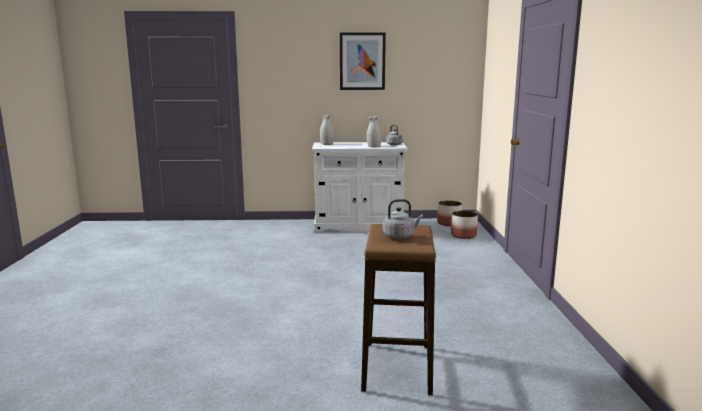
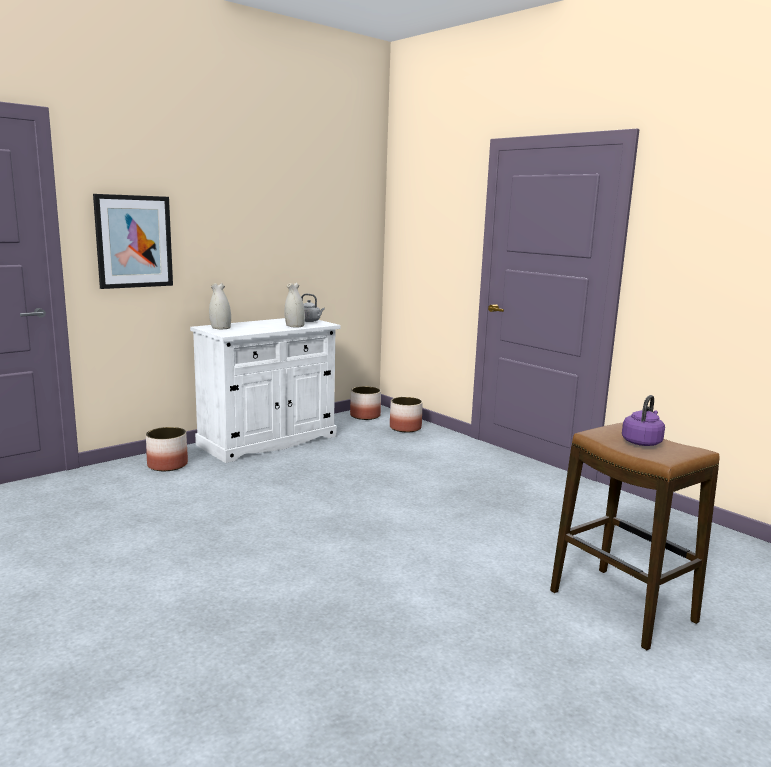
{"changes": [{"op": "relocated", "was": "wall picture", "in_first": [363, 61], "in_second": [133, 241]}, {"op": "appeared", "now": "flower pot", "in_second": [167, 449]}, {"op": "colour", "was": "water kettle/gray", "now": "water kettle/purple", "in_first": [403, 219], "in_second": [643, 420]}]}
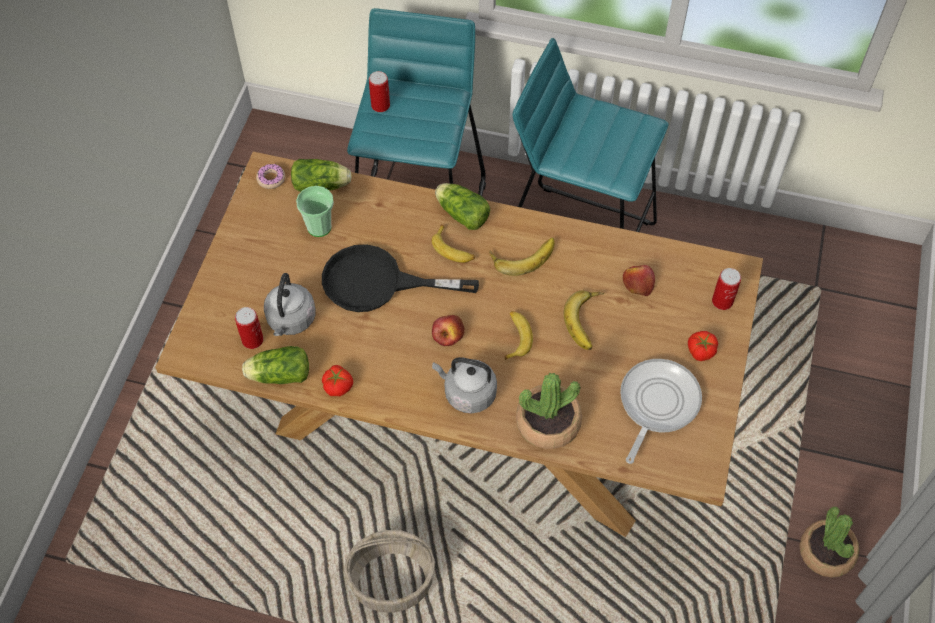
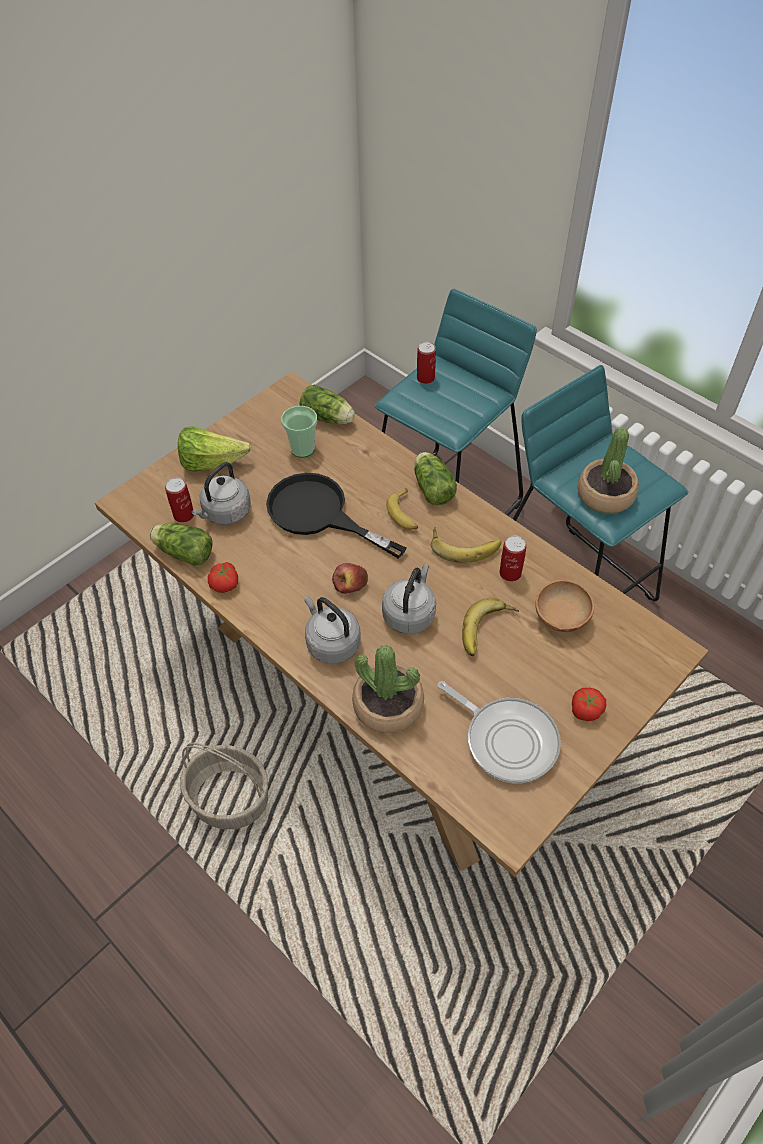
{"changes": [{"op": "appeared", "now": "lettuce", "in_second": [214, 449]}, {"op": "exchanged", "was": "banana", "now": "water kettle/gray", "in_first": [519, 335], "in_second": [409, 599]}, {"op": "spun", "was": "pan", "in_first": [661, 411], "in_second": [499, 732], "clockwise": 75}, {"op": "relocated", "was": "can", "in_first": [726, 289], "in_second": [513, 558]}, {"op": "exchanged", "was": "apple", "now": "deep dish/brownish", "in_first": [639, 280], "in_second": [564, 606]}, {"op": "relocated", "was": "plant in a pot", "in_first": [829, 542], "in_second": [608, 470]}, {"op": "missing", "was": "doughnut", "in_first": [270, 176]}]}
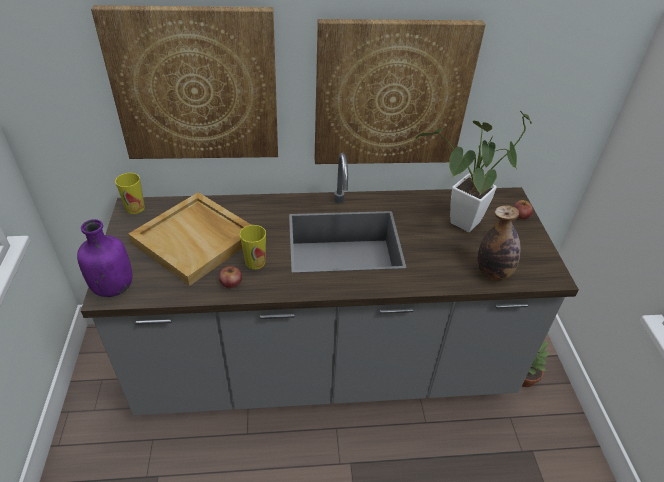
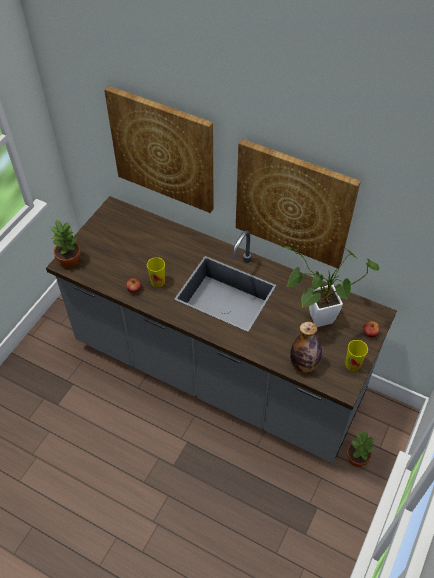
{"changes": [{"op": "exchanged", "was": "bottle/purple", "now": "plant in a pot", "in_first": [104, 258], "in_second": [65, 243]}, {"op": "relocated", "was": "cup", "in_first": [130, 193], "in_second": [356, 355]}, {"op": "missing", "was": "carrying tray/sand-coloured", "in_first": [189, 239]}]}
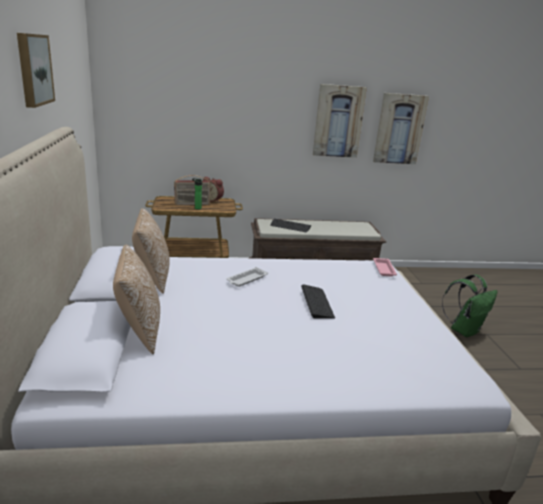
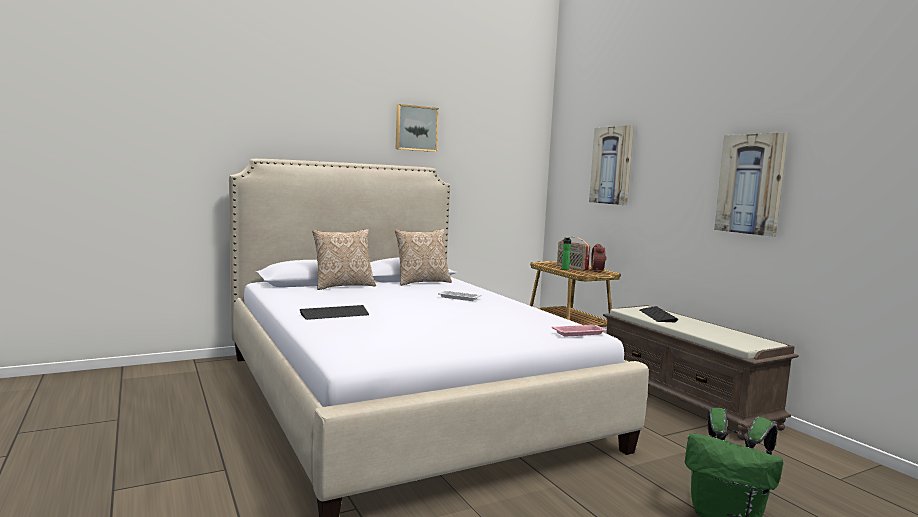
{"changes": [{"op": "relocated", "was": "computer keyboard", "in_first": [318, 301], "in_second": [334, 312]}, {"op": "relocated", "was": "wall picture", "in_first": [401, 128], "in_second": [611, 165]}]}
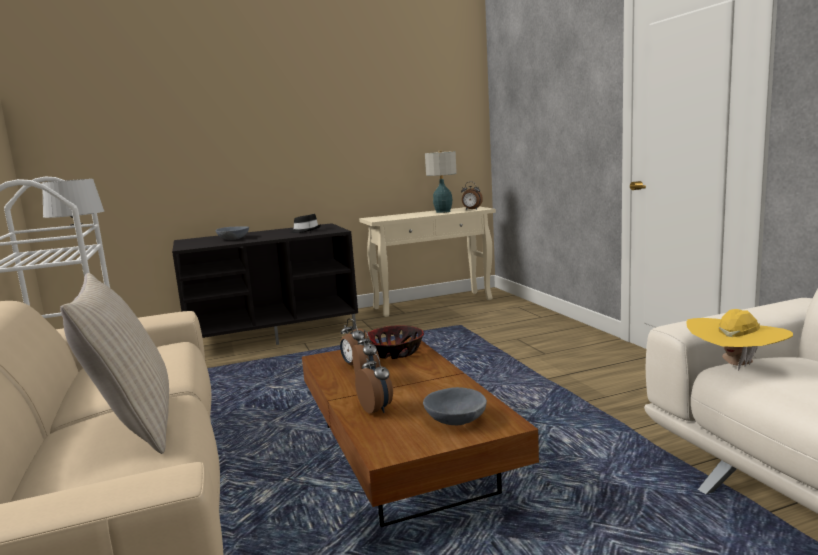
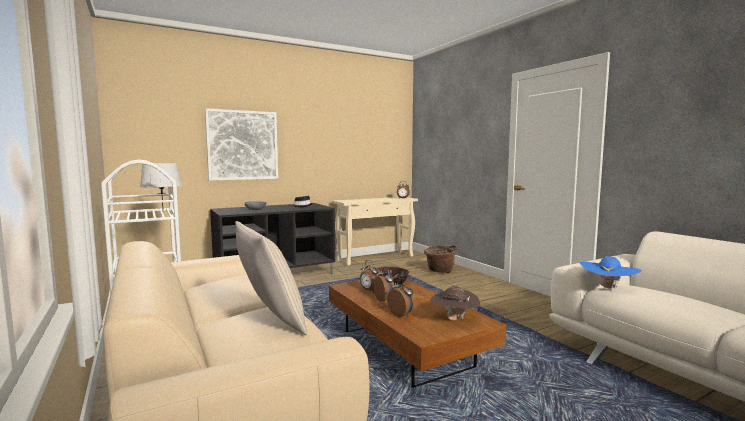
{"changes": [{"op": "appeared", "now": "wall picture", "in_second": [241, 144]}, {"op": "appeared", "now": "storage basket", "in_second": [440, 259]}, {"op": "exchanged", "was": "deep dish/gray", "now": "clothing hat/brownish", "in_first": [455, 406], "in_second": [455, 303]}, {"op": "colour", "was": "clothing hat/yellowish", "now": "clothing hat/blue-coloured", "in_first": [739, 340], "in_second": [611, 273]}, {"op": "missing", "was": "lamp for a table", "in_first": [441, 181]}]}
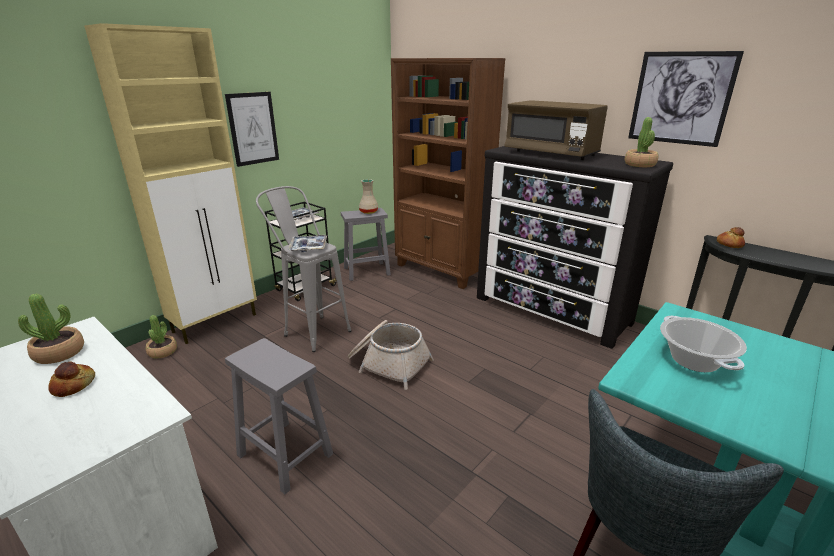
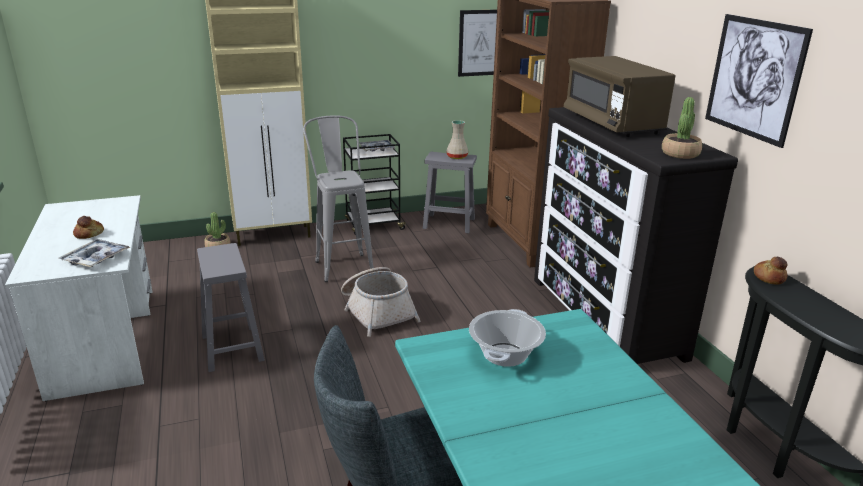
{"changes": [{"op": "relocated", "was": "carrying tray", "in_first": [307, 243], "in_second": [94, 253]}, {"op": "relocated", "was": "wall picture", "in_first": [252, 129], "in_second": [477, 43]}, {"op": "missing", "was": "plant in a pot", "in_first": [51, 329]}]}
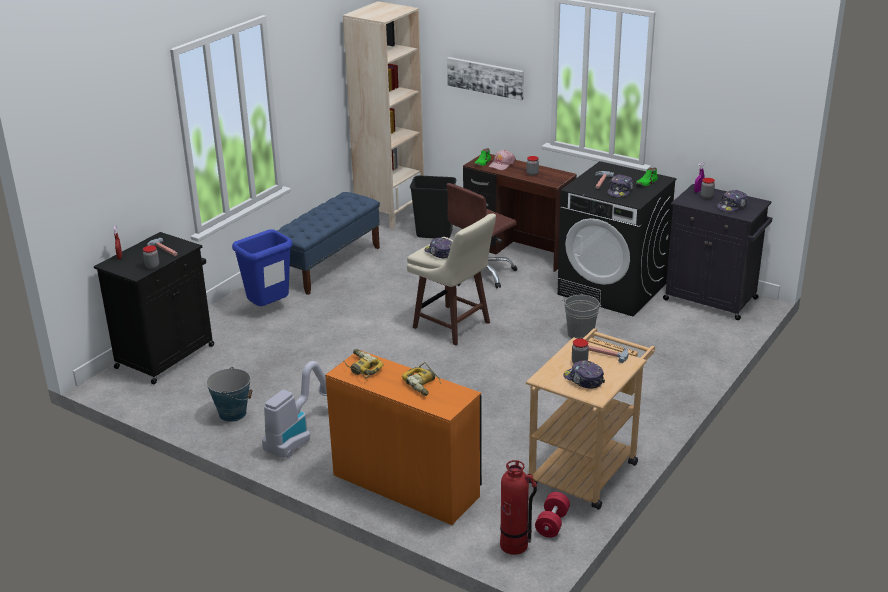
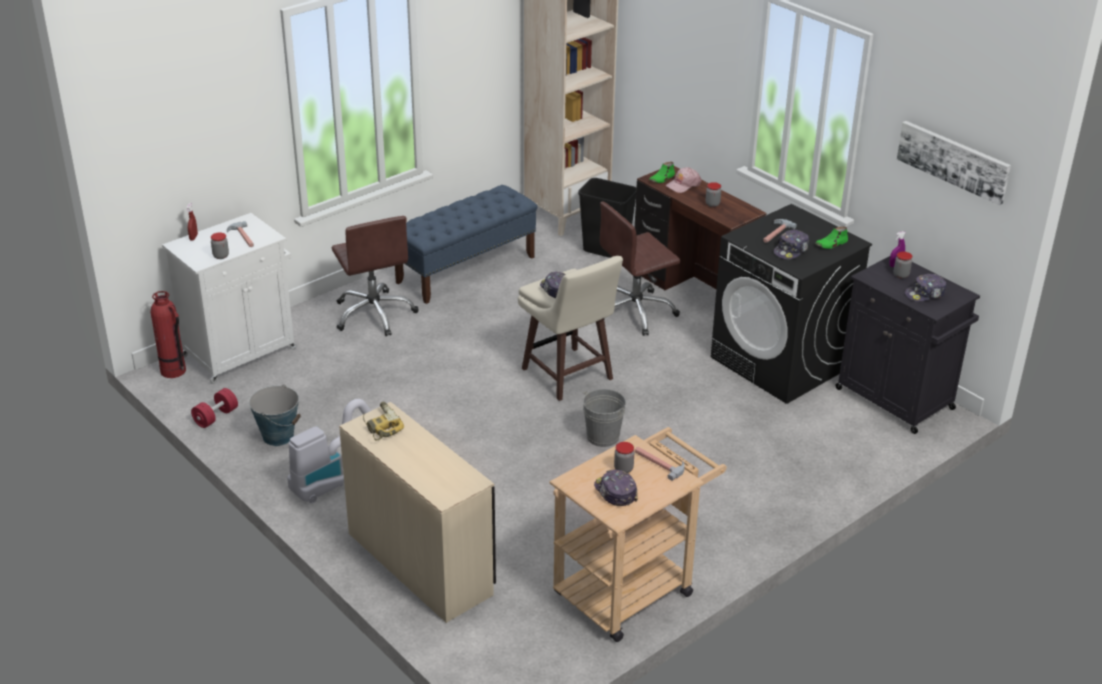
{"changes": [{"op": "relocated", "was": "fire extinguisher", "in_first": [518, 507], "in_second": [168, 334]}, {"op": "colour", "was": "cupboard/black-coloured", "now": "cupboard/white-coloured", "in_first": [154, 308], "in_second": [229, 298]}, {"op": "relocated", "was": "dumbbell/reddish", "in_first": [552, 515], "in_second": [214, 408]}, {"op": "exchanged", "was": "rubbish bin/blue-coloured", "now": "desk chair/brownish", "in_first": [262, 267], "in_second": [375, 276]}, {"op": "colour", "was": "desk/orange", "now": "desk/sand-coloured", "in_first": [403, 437], "in_second": [417, 512]}, {"op": "relocated", "was": "bucket/gray", "in_first": [581, 317], "in_second": [604, 418]}, {"op": "relocated", "was": "wall picture", "in_first": [485, 78], "in_second": [954, 163]}, {"op": "missing", "was": "power drill", "in_first": [421, 379]}]}
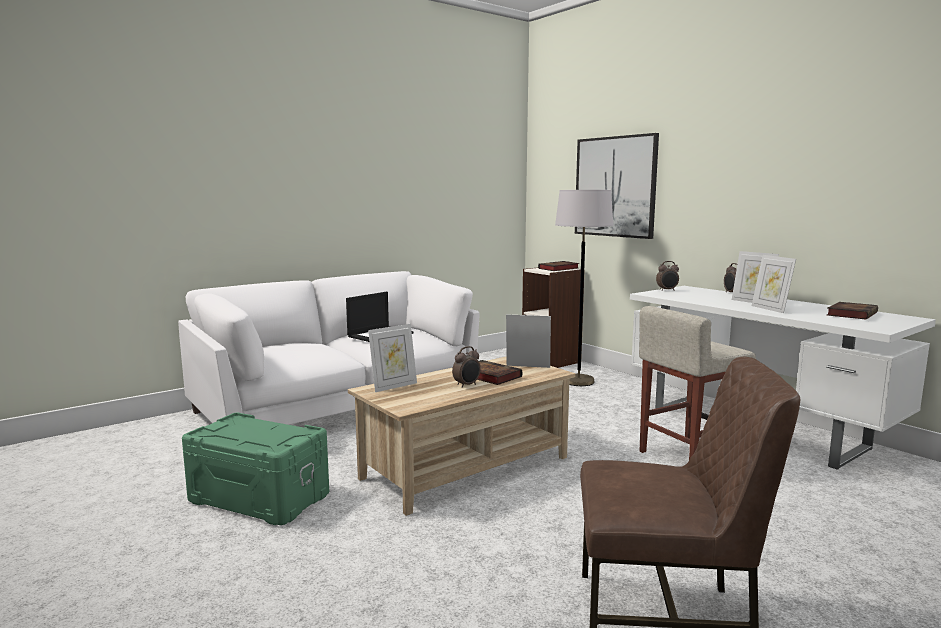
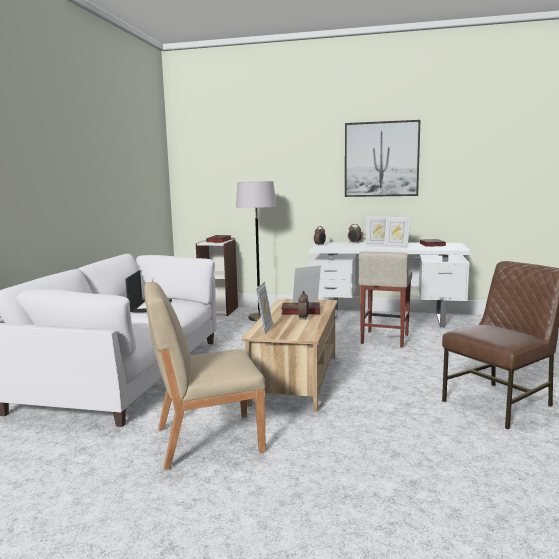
{"changes": [{"op": "exchanged", "was": "storage box/green-coloured", "now": "upright chair/sand-coloured", "in_first": [255, 469], "in_second": [205, 376]}, {"op": "relocated", "was": "wall picture", "in_first": [617, 186], "in_second": [382, 158]}]}
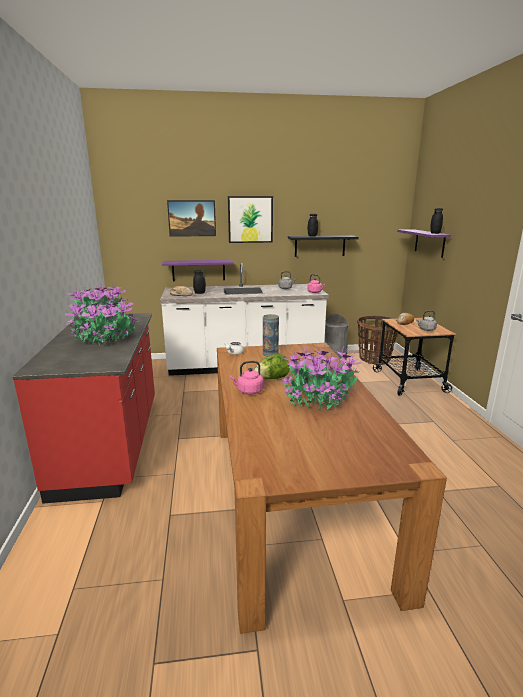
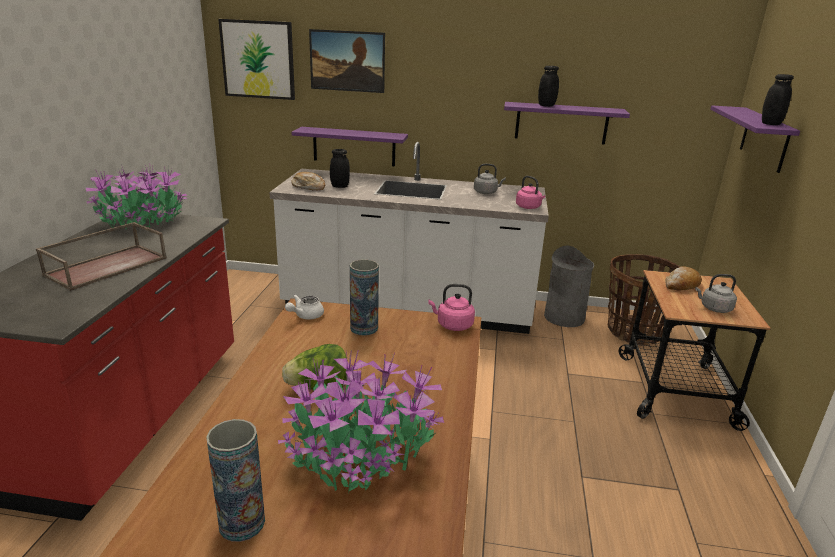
{"changes": [{"op": "exchanged", "was": "plant in a pot", "now": "carrying tray/brownish", "in_first": [102, 322], "in_second": [101, 256]}, {"op": "appeared", "now": "decorative vase", "in_second": [235, 480]}, {"op": "relocated", "was": "wall picture", "in_first": [250, 219], "in_second": [256, 59]}, {"op": "relocated", "was": "water kettle/pink-coloured", "in_first": [247, 378], "in_second": [451, 307]}, {"op": "colour", "was": "wall shelf/black-coloured", "now": "wall shelf/purple", "in_first": [323, 246], "in_second": [567, 123]}]}
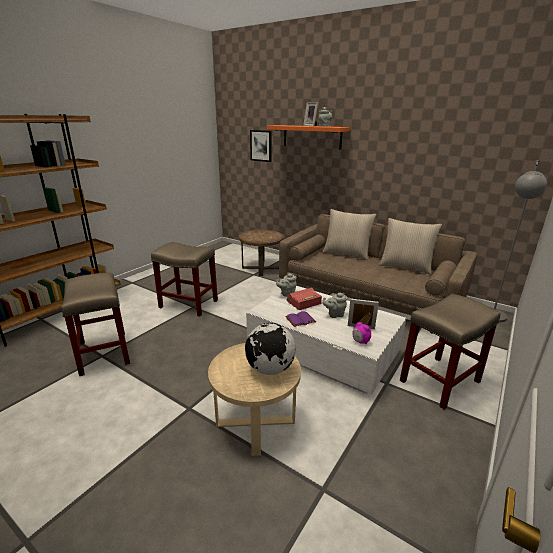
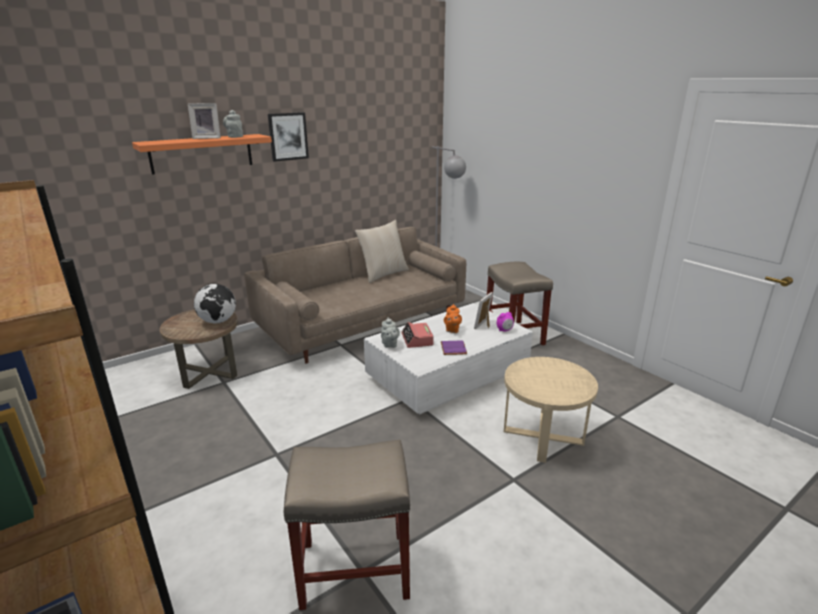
{"changes": [{"op": "relocated", "was": "desk globe", "in_first": [270, 349], "in_second": [215, 303]}, {"op": "relocated", "was": "wall picture", "in_first": [261, 146], "in_second": [288, 137]}, {"op": "colour", "was": "pot for tea/gray", "now": "pot for tea/orange", "in_first": [334, 305], "in_second": [453, 318]}, {"op": "missing", "was": "stool/sand-coloured", "in_first": [184, 279]}, {"op": "missing", "was": "throw pillow/sand-coloured", "in_first": [349, 234]}]}
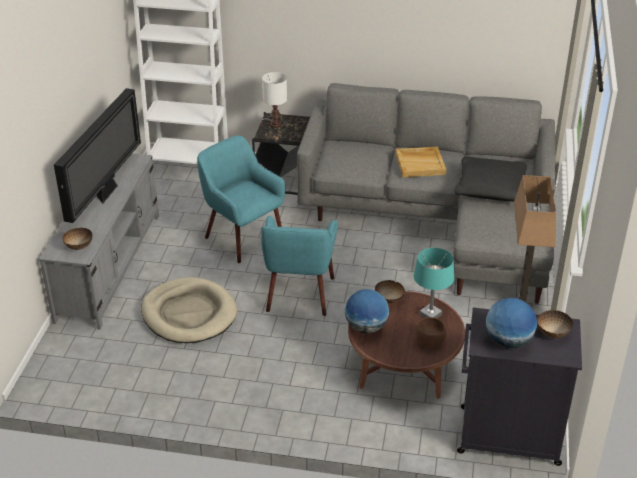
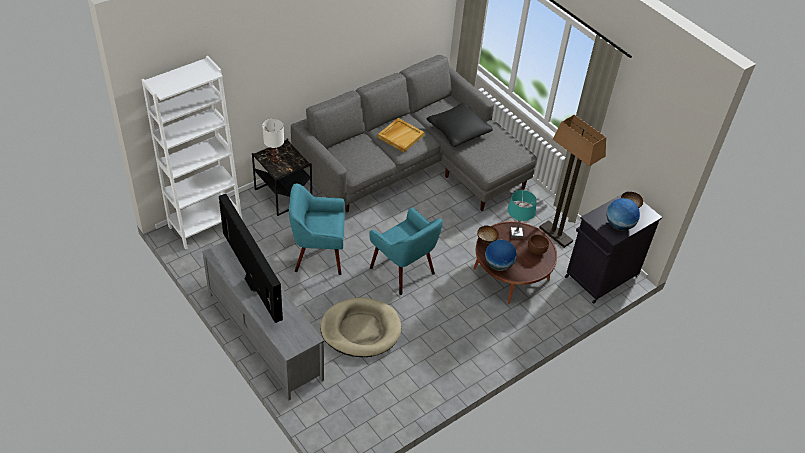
{"changes": [{"op": "missing", "was": "deep dish", "in_first": [77, 239]}]}
